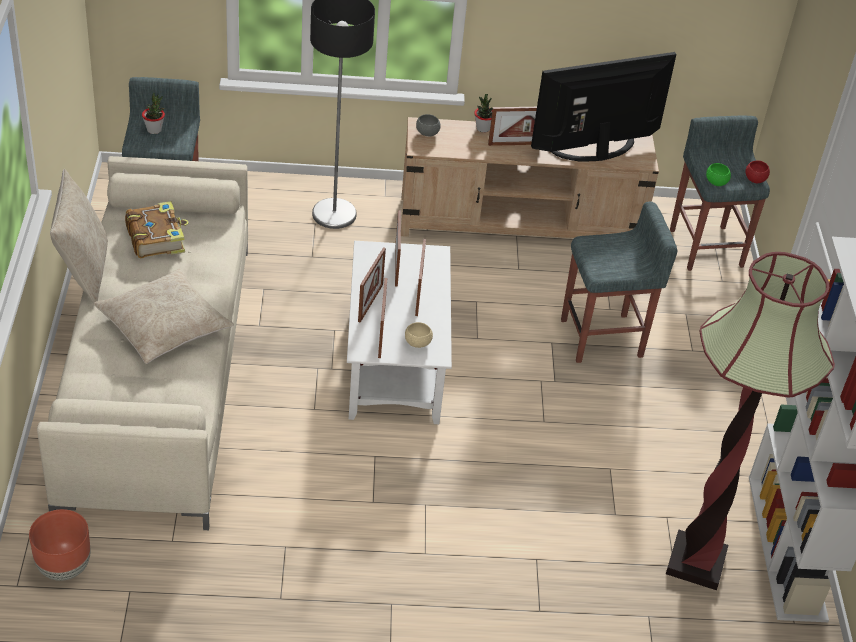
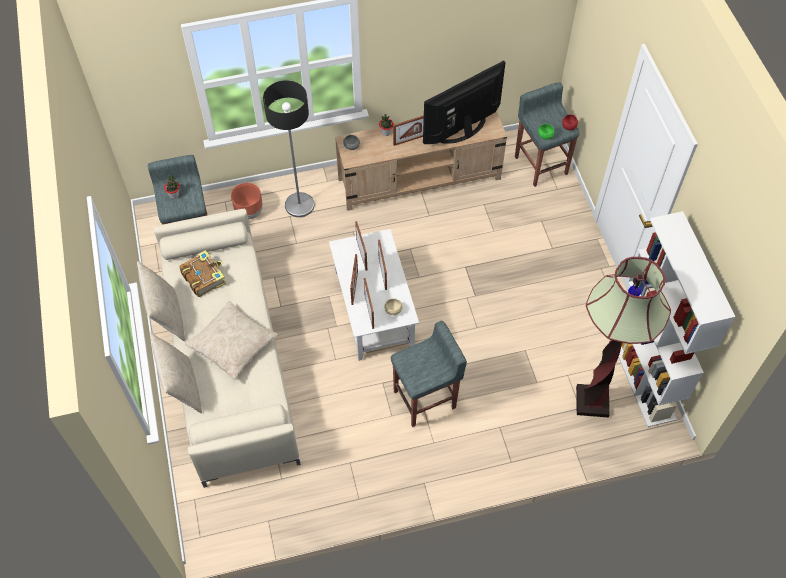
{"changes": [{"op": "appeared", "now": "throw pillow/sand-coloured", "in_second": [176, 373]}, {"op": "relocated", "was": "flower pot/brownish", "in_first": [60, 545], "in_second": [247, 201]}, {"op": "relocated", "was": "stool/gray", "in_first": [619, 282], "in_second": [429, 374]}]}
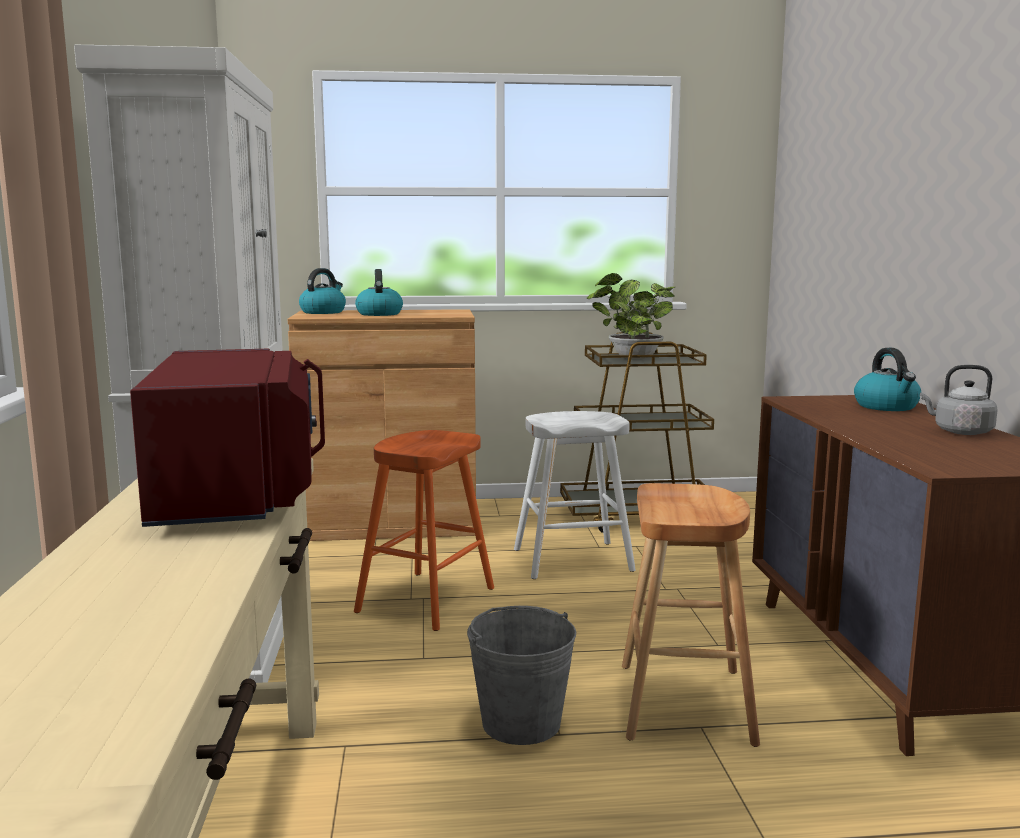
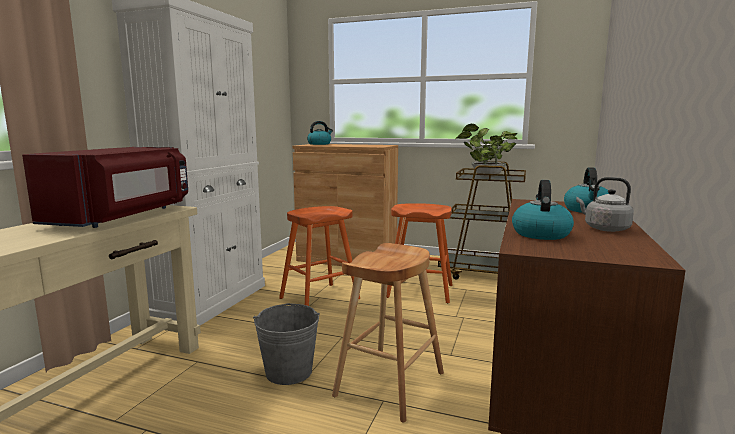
{"changes": [{"op": "colour", "was": "stool/white-coloured", "now": "stool/orange", "in_first": [575, 495], "in_second": [419, 253]}, {"op": "relocated", "was": "water kettle", "in_first": [379, 292], "in_second": [543, 210]}]}
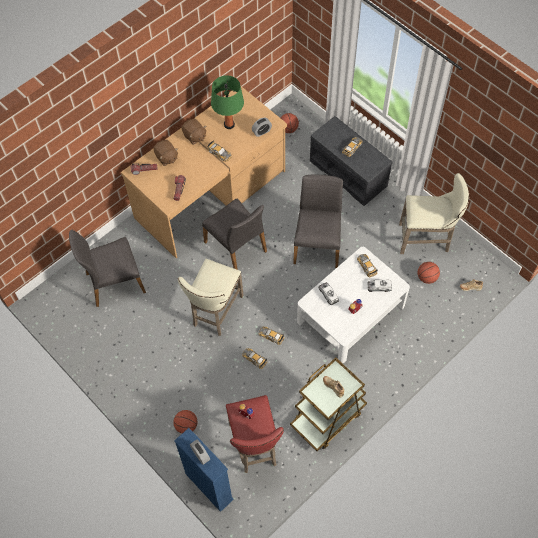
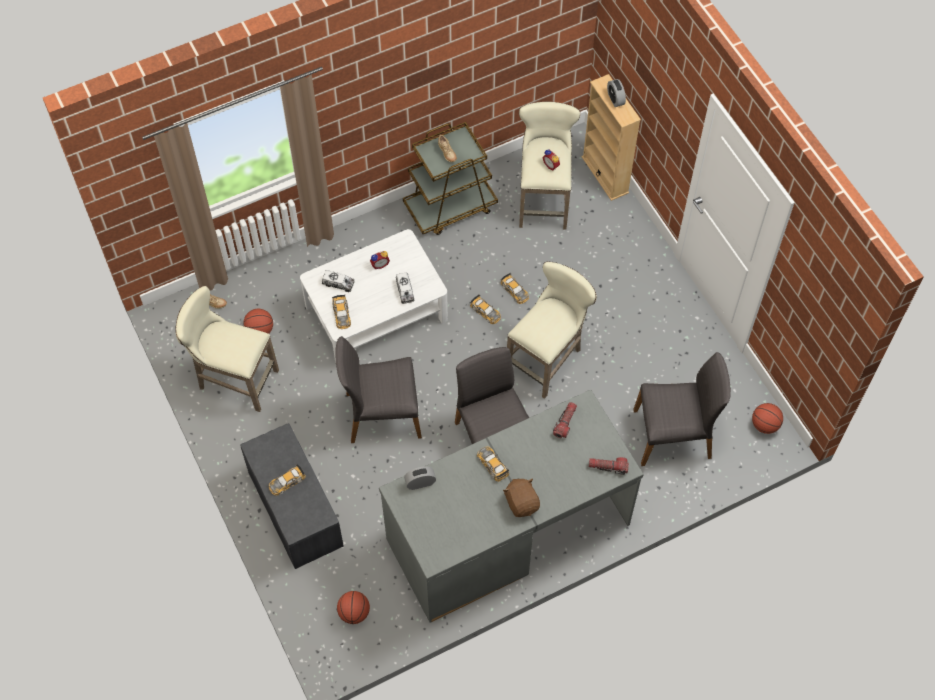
{"changes": [{"op": "spun", "was": "upright chair/gray", "in_first": [318, 221], "in_second": [378, 389], "clockwise": 60}, {"op": "colour", "was": "desk/brownish", "now": "desk/gray", "in_first": [204, 171], "in_second": [511, 506]}, {"op": "colour", "was": "stool/reddish", "now": "stool/sand-coloured", "in_first": [255, 434], "in_second": [549, 165]}, {"op": "colour", "was": "bookcase/blue-coloured", "now": "bookcase/sand-coloured", "in_first": [204, 470], "in_second": [611, 137]}, {"op": "relocated", "was": "basketball ball", "in_first": [185, 422], "in_second": [767, 418]}, {"op": "missing", "was": "soft toy/brownish", "in_first": [166, 153]}, {"op": "missing", "was": "lamp for a table/green-coloured", "in_first": [227, 102]}]}
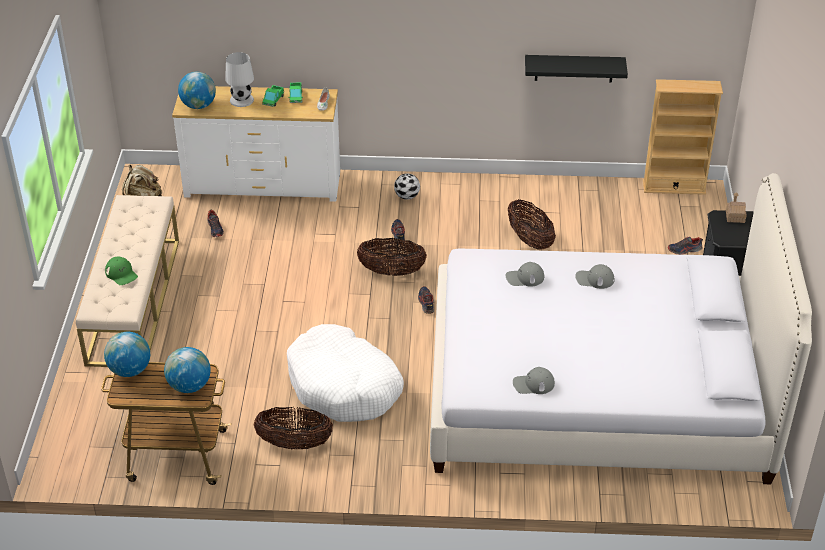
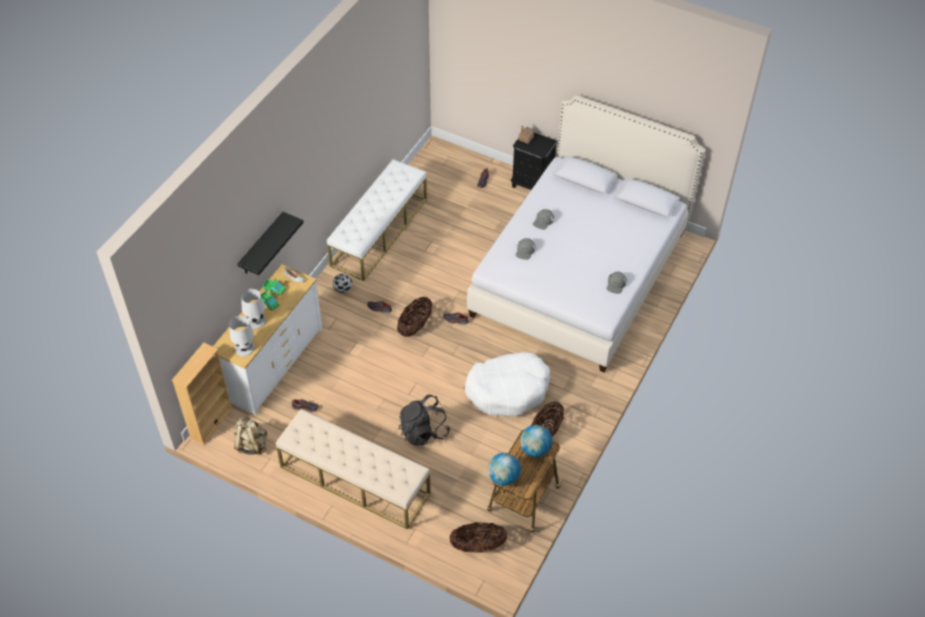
{"changes": [{"op": "relocated", "was": "bookcase/sand-coloured", "in_first": [683, 137], "in_second": [202, 394]}, {"op": "exchanged", "was": "desk globe", "now": "lamp for a table/white-coloured", "in_first": [197, 90], "in_second": [242, 336]}, {"op": "relocated", "was": "wall shelf/black-coloured", "in_first": [576, 69], "in_second": [270, 243]}, {"op": "appeared", "now": "indoor bench/white-coloured", "in_second": [377, 220]}, {"op": "appeared", "now": "knapsack/black-coloured", "in_second": [424, 420]}, {"op": "relocated", "was": "storage basket", "in_first": [532, 224], "in_second": [478, 537]}, {"op": "missing", "was": "cap/green-coloured", "in_first": [121, 270]}]}
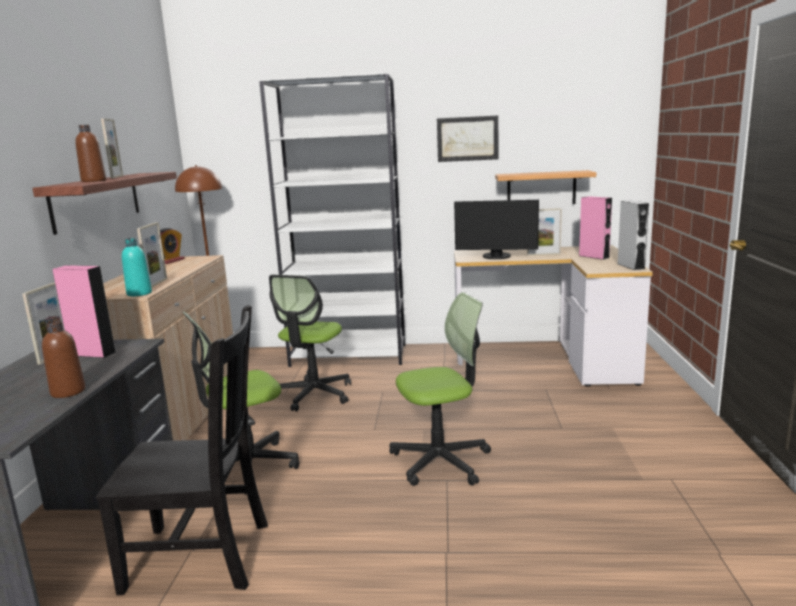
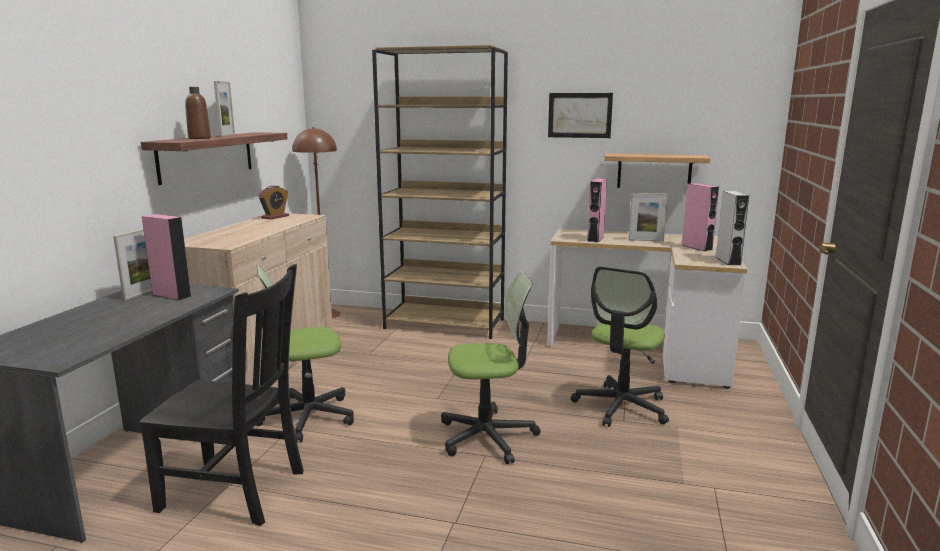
{"changes": [{"op": "colour", "was": "bookcase/white-coloured", "now": "bookcase/brownish", "in_first": [332, 219], "in_second": [440, 192]}, {"op": "relocated", "was": "desk chair", "in_first": [310, 343], "in_second": [620, 346]}, {"op": "exchanged", "was": "computer display", "now": "audio speaker/pink-coloured", "in_first": [496, 229], "in_second": [597, 210]}, {"op": "missing", "was": "bottle/brownish", "in_first": [63, 359]}, {"op": "missing", "was": "bottle/turquoise-coloured", "in_first": [137, 267]}, {"op": "missing", "was": "picture frame", "in_first": [152, 255]}]}
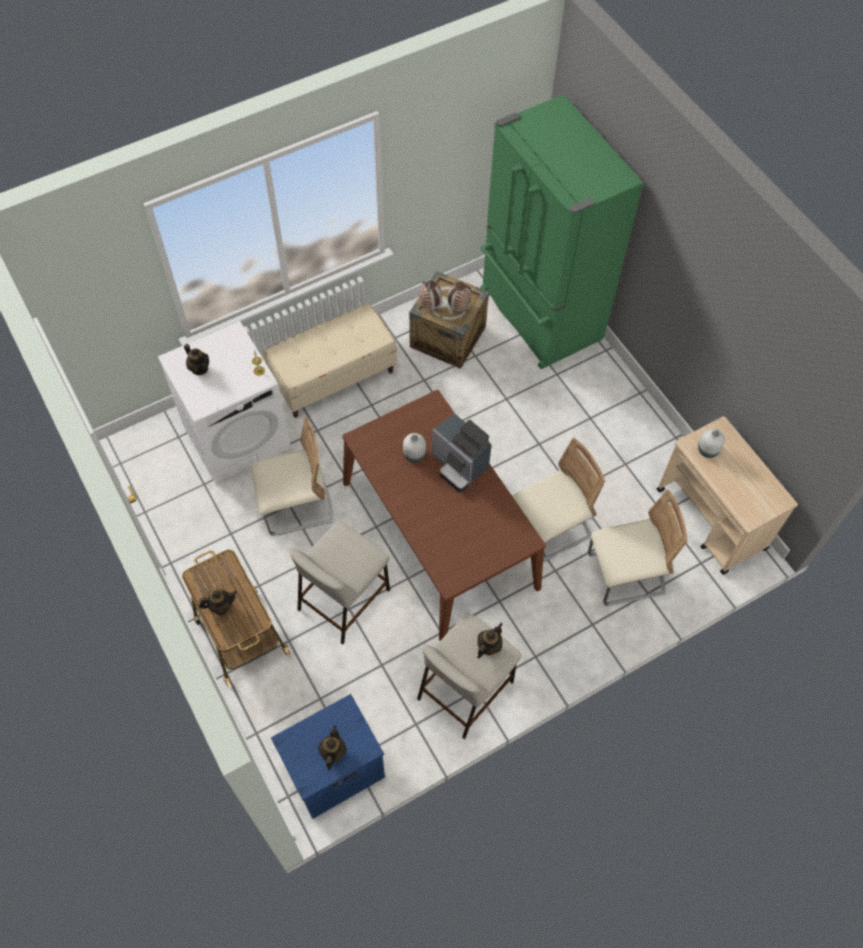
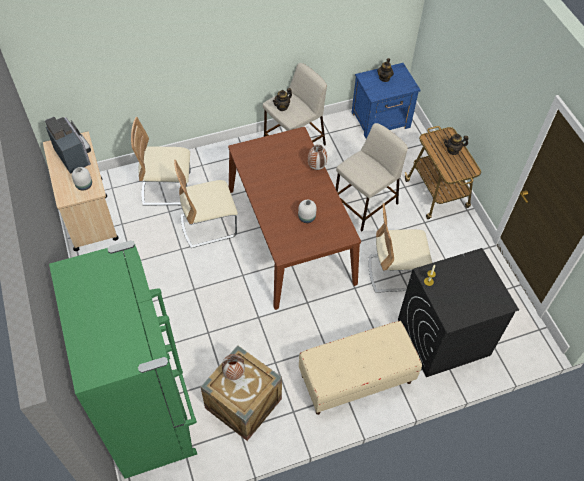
{"changes": [{"op": "relocated", "was": "coffee machine", "in_first": [462, 452], "in_second": [68, 145]}, {"op": "relocated", "was": "decorative vase", "in_first": [430, 295], "in_second": [317, 157]}, {"op": "colour", "was": "washing machine/white-coloured", "now": "washing machine/black-coloured", "in_first": [224, 402], "in_second": [458, 312]}, {"op": "missing", "was": "pot for tea", "in_first": [196, 359]}]}
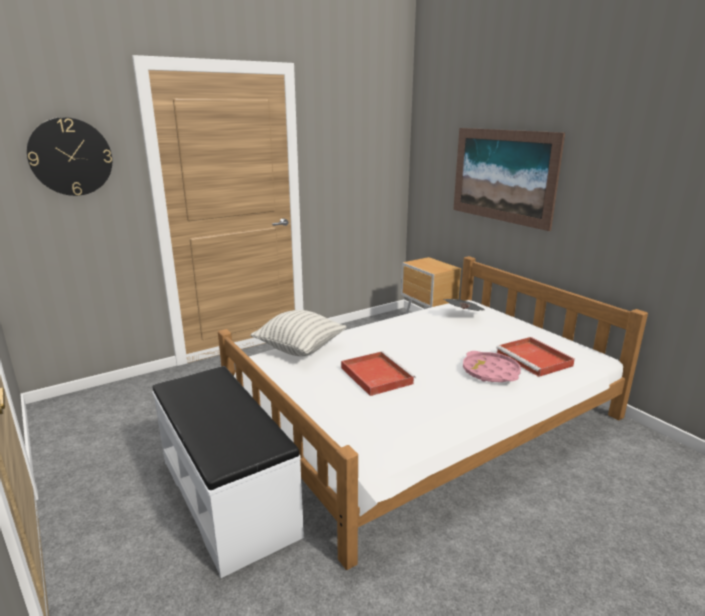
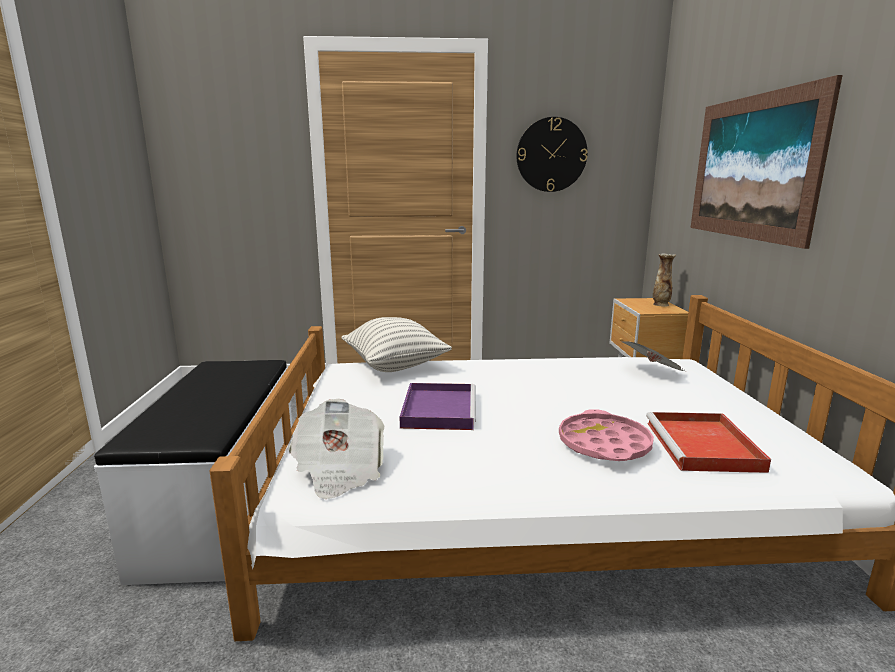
{"changes": [{"op": "appeared", "now": "daily paper", "in_second": [336, 449]}, {"op": "colour", "was": "carrying tray/reddish", "now": "carrying tray/purple", "in_first": [378, 373], "in_second": [438, 406]}, {"op": "relocated", "was": "clock on the wall", "in_first": [69, 156], "in_second": [552, 154]}, {"op": "appeared", "now": "decorative vase", "in_second": [664, 280]}]}
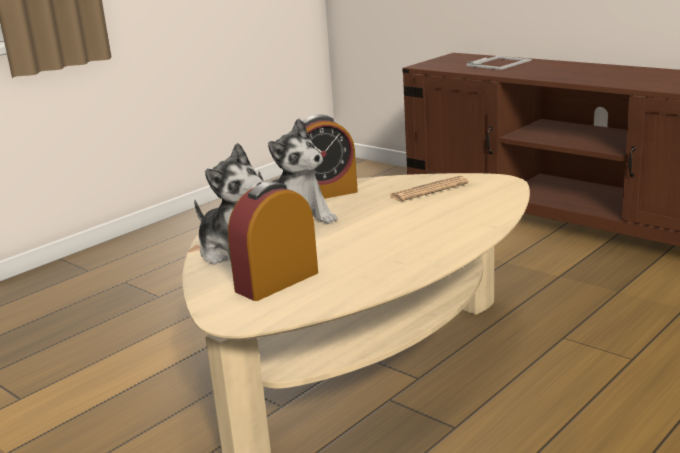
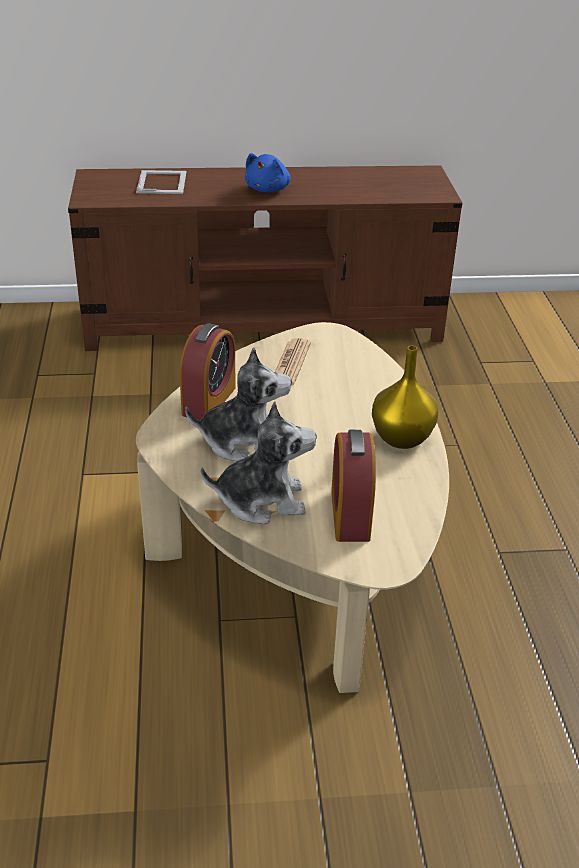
{"changes": [{"op": "appeared", "now": "soft toy/blue-coloured", "in_second": [268, 172]}, {"op": "appeared", "now": "decorative vase/yellowish", "in_second": [405, 397]}]}
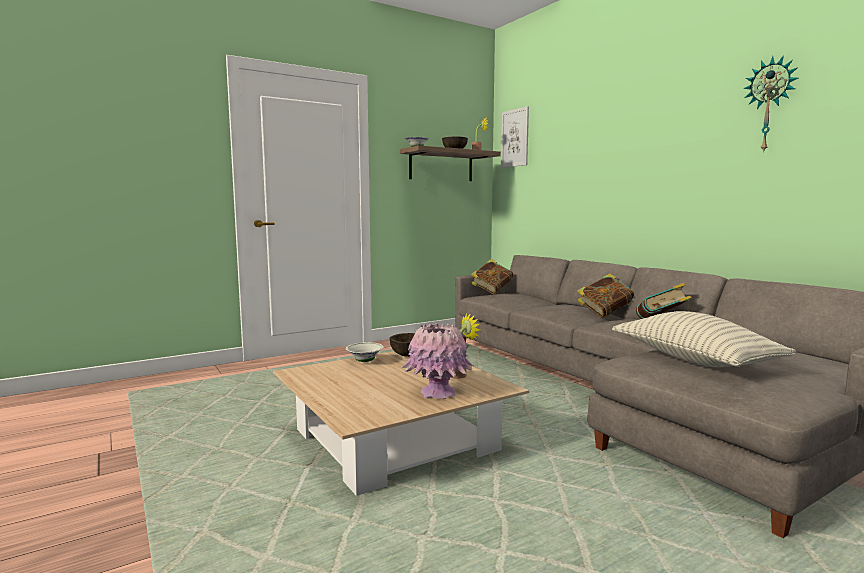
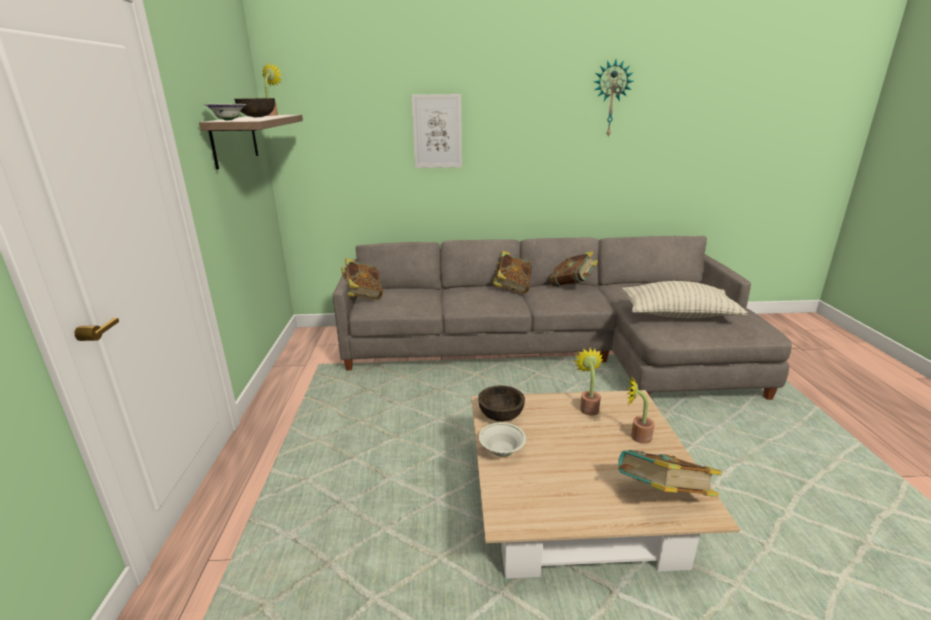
{"changes": [{"op": "relocated", "was": "wall picture", "in_first": [515, 137], "in_second": [437, 131]}, {"op": "appeared", "now": "book", "in_second": [669, 473]}, {"op": "exchanged", "was": "decorative vase/pink-coloured", "now": "plant in a pot", "in_first": [437, 360], "in_second": [640, 409]}]}
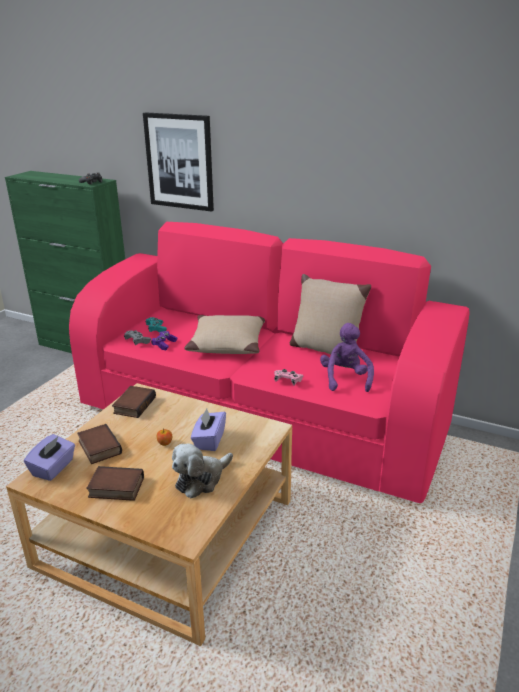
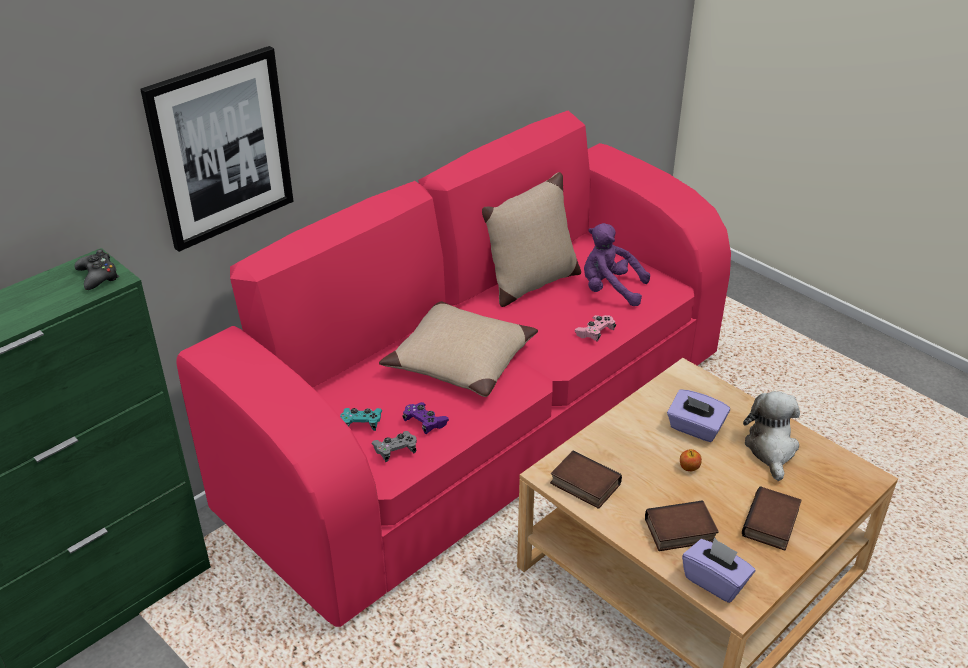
{"changes": [{"op": "spun", "was": "soft toy", "in_first": [202, 471], "in_second": [771, 436], "clockwise": -150}]}
